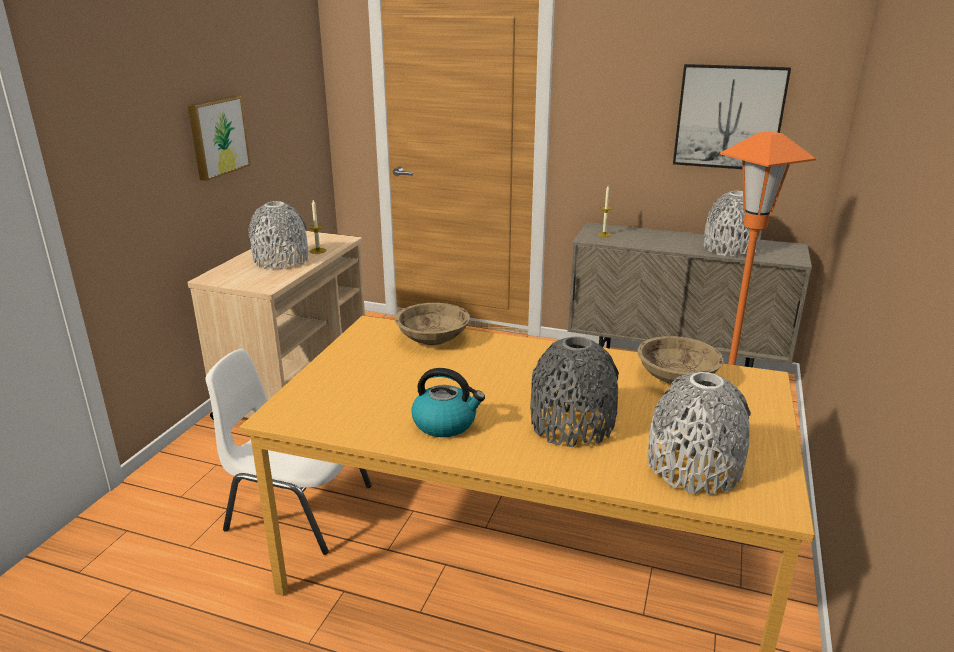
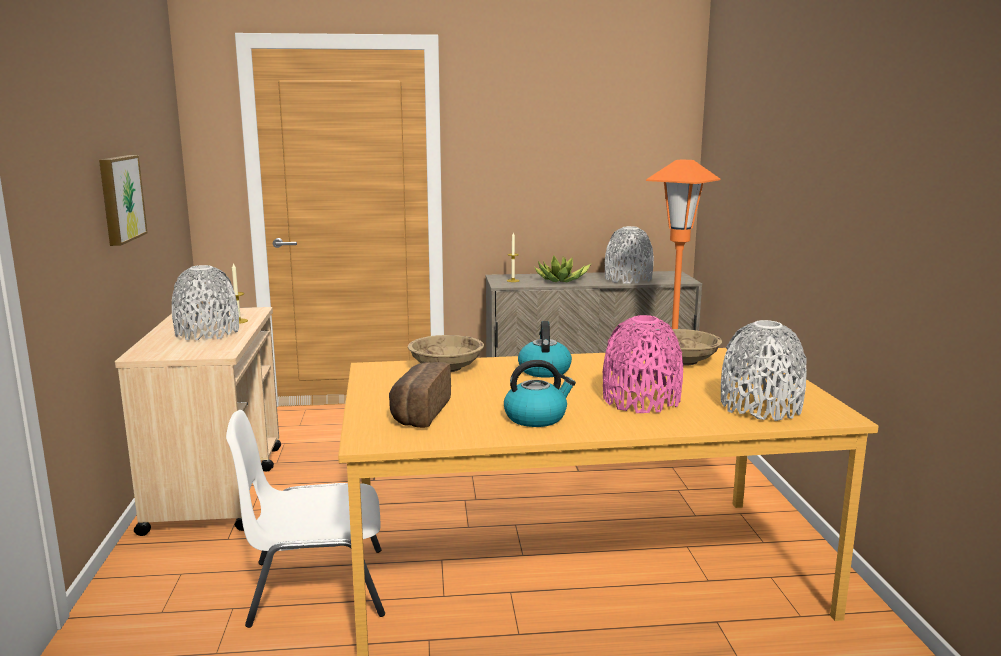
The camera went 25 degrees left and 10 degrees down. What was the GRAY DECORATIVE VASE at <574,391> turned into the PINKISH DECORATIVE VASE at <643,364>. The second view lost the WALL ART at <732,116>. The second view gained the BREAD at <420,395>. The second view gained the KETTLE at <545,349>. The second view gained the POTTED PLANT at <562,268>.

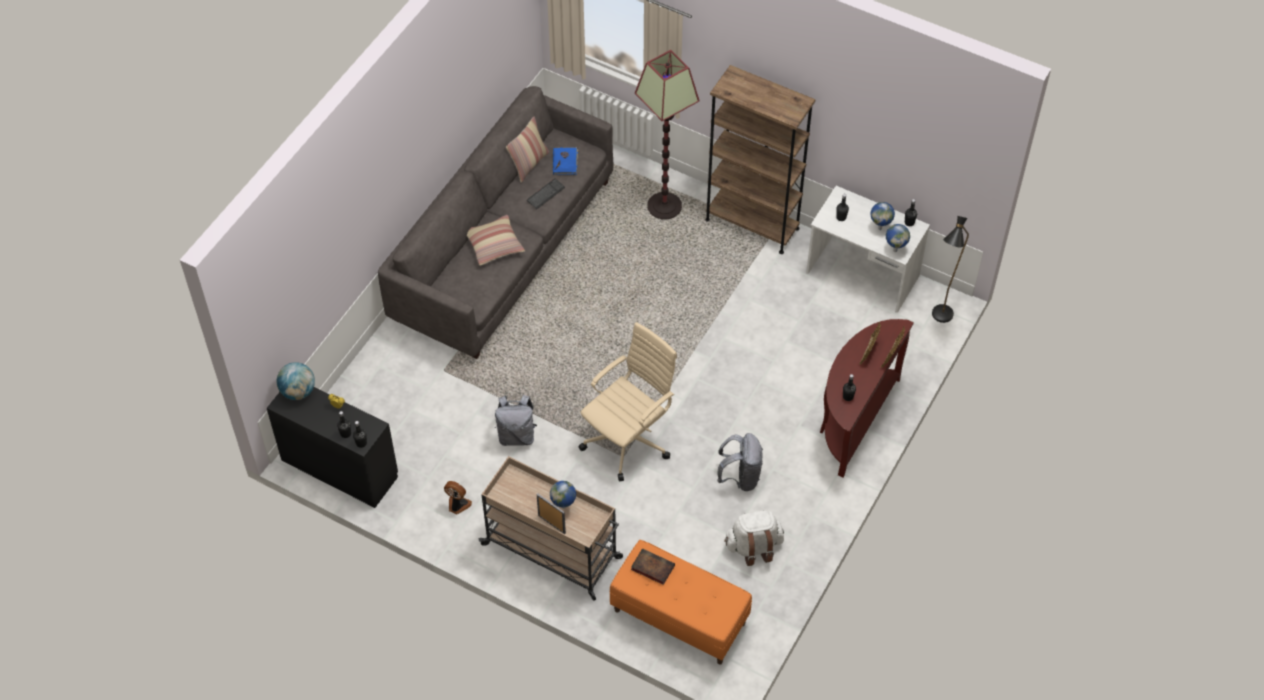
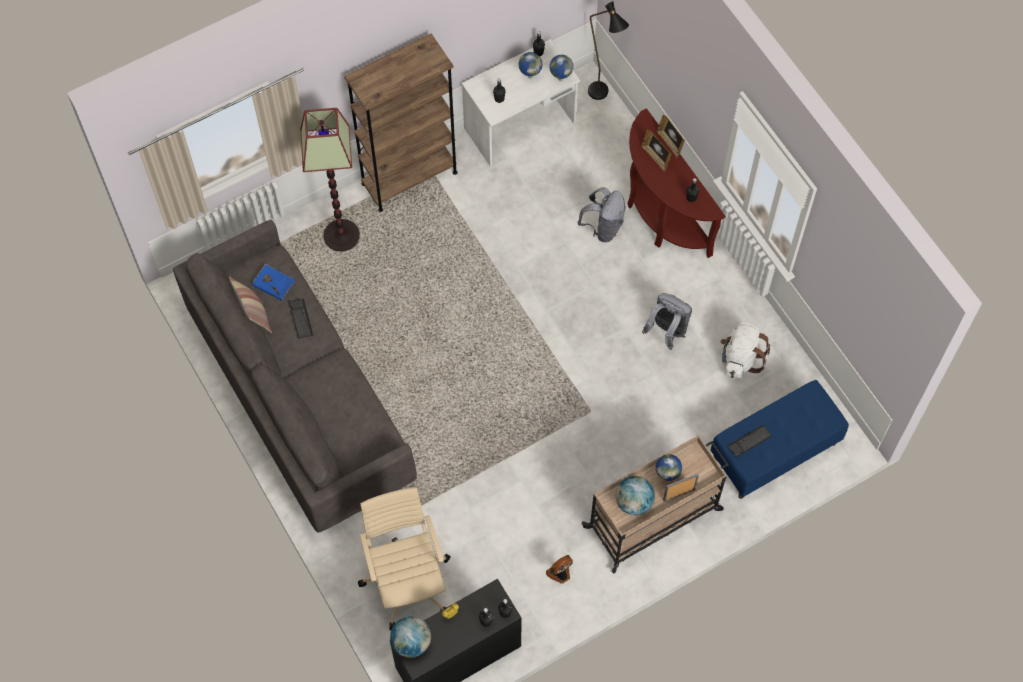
The camera went 60 degrees left and 10 degrees up. The second view lost the THROW PILLOW at <496,240>. The GRAY BACKPACK ended up elsewhere, having gone from <516,420> to <602,214>. The BEIGE-COLOURED DESK CHAIR ended up elsewhere, having gone from <627,402> to <404,559>. What was the ORANGE BENCH at <680,602> turned into the BLUE BENCH at <779,439>. Where the BOOK stood at <653,566>, the PC KEYBOARD came to stand at <749,441>. The second view gained the GLOBE at <635,495>.

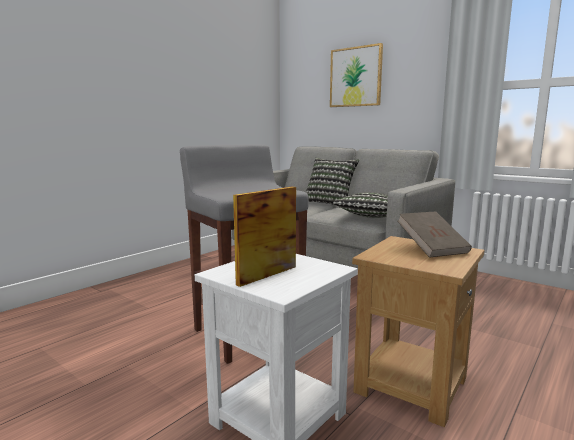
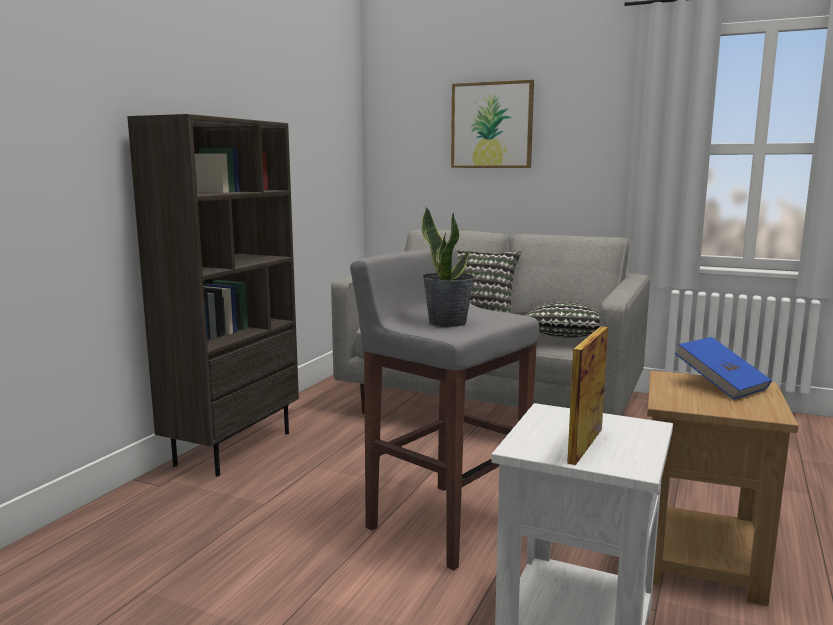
The camera went 15 degrees left and 0 degrees up. What was the BROWN-COLOURED BOOK at <434,234> turned into the BLUE BOOK at <723,368>. The second view gained the BROWN-COLOURED BOOKSHELF at <213,295>. The second view gained the POTTED PLANT at <448,267>.

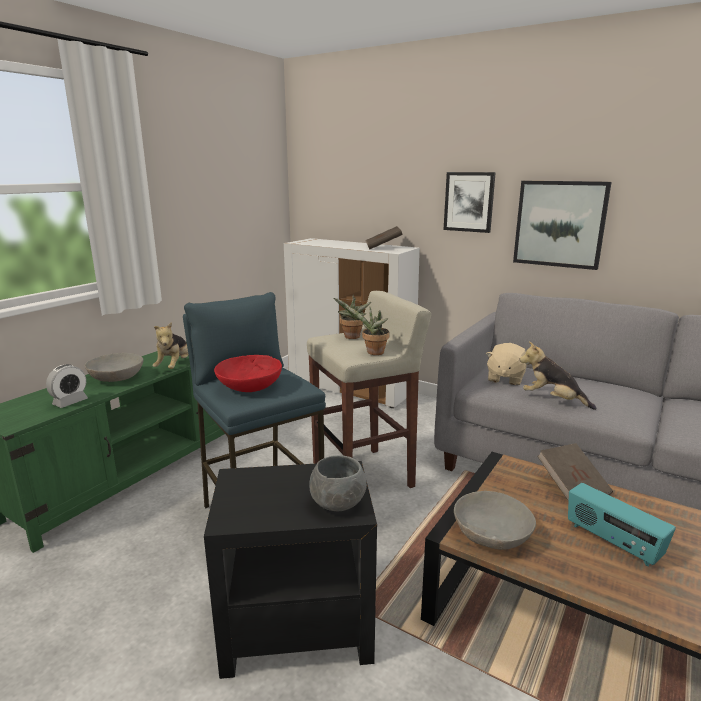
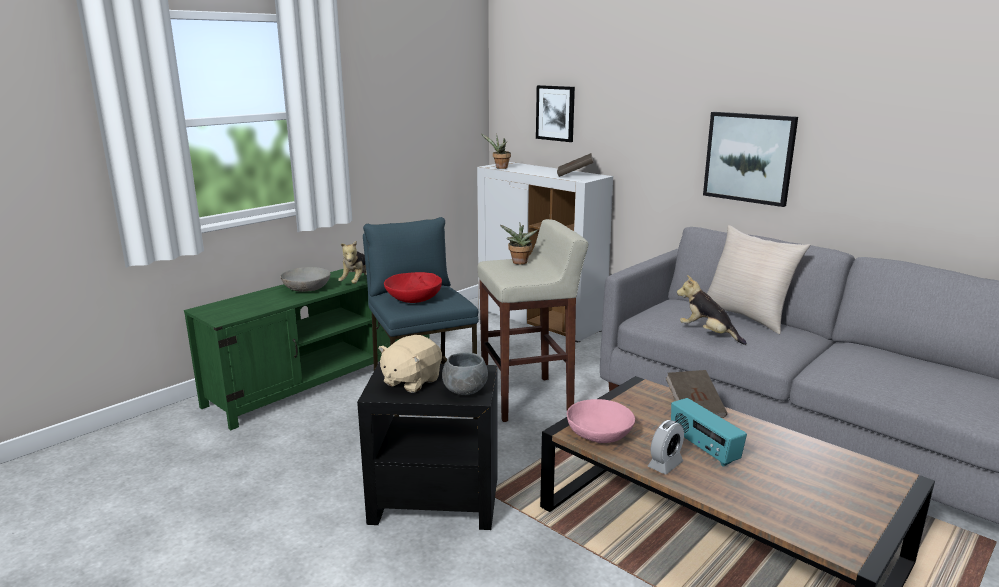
The camera went 10 degrees right and 0 degrees up. The ALARM CLOCK ended up elsewhere, having gone from <67,386> to <666,447>. The POTTED PLANT ended up elsewhere, having gone from <367,330> to <496,151>. The WALL ART ended up elsewhere, having gone from <469,202> to <555,113>. What was the GRAY BOWL at <495,520> turned into the PINKISH BOWL at <601,421>. The BEIGE-COLOURED PLUSH TOY ended up elsewhere, having gone from <506,364> to <410,364>. The second view gained the BEIGE-COLOURED THROW PILLOW at <758,279>.

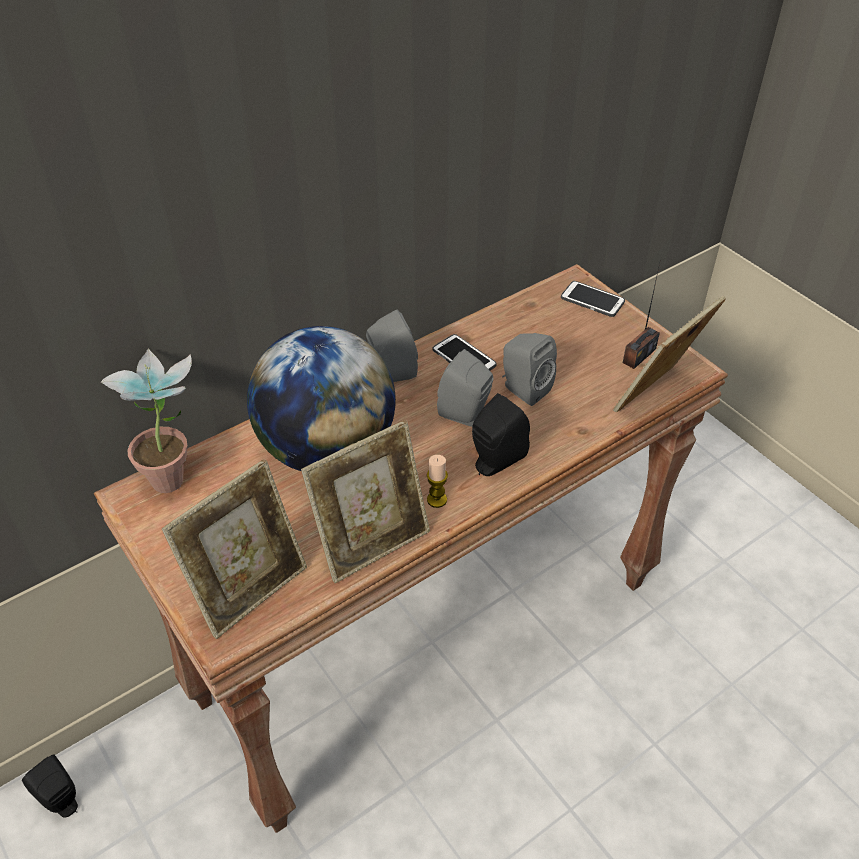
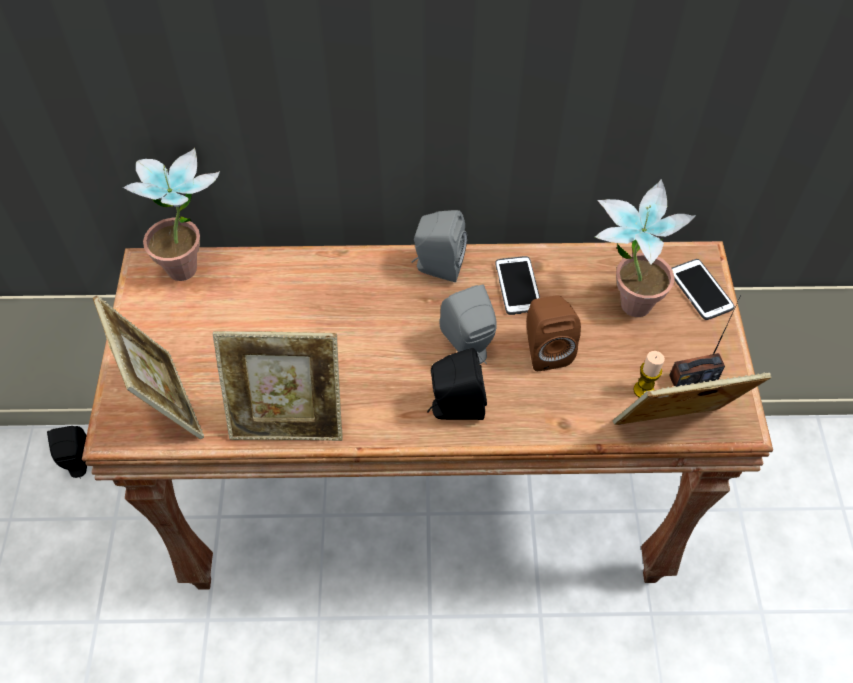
The camera went 35 degrees right and 10 degrees up. The PICTURE FRAME at <234,549> ended up facing another way, 105 degrees counterclockwise from before. The second view lost the GLOBE at <321,398>. The WAX LIGHT ended up elsewhere, having gone from <437,481> to <649,374>. What was the GRAY LOUDSPEAKER at <529,369> turned into the BROWN-COLOURED LOUDSPEAKER at <554,333>. The second view gained the POTTED PLANT at <645,248>.

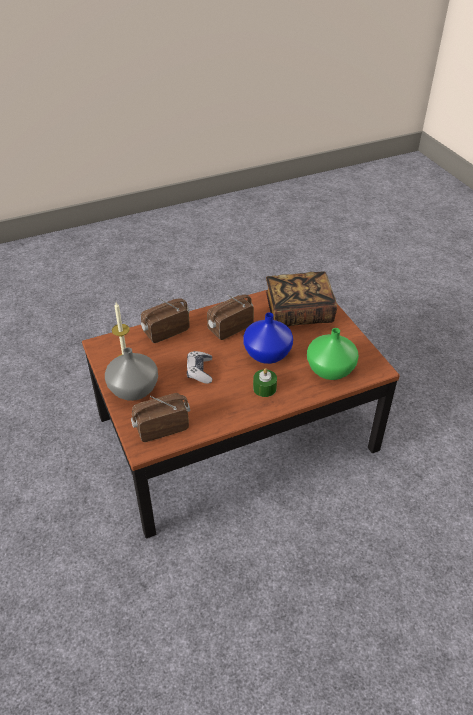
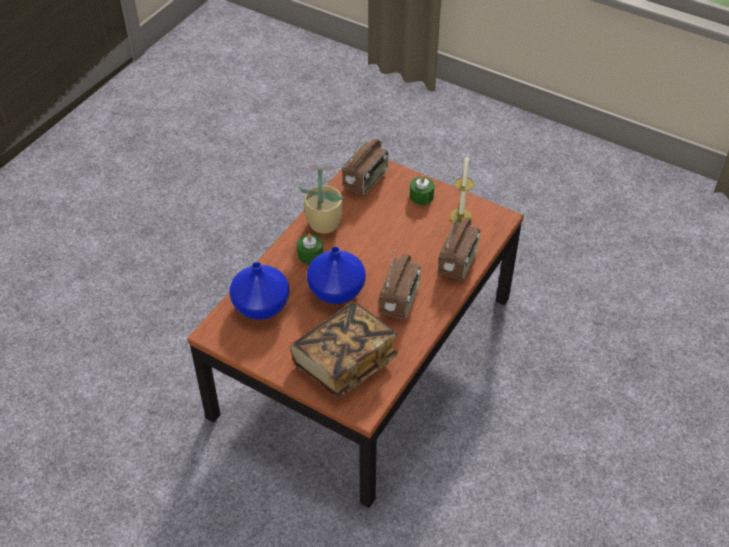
The camera went 145 degrees right and 5 degrees up. Where the GRAY DECORATIVE VASE stood at <131,374>, the GREENISH WAX LIGHT came to stand at <422,190>. The second view lost the GAME CONTROLLER at <199,367>. What was the GREENISH DECORATIVE VASE at <333,354> turned into the BLUE DECORATIVE VASE at <259,291>. The second view gained the POTTED PLANT at <320,199>.

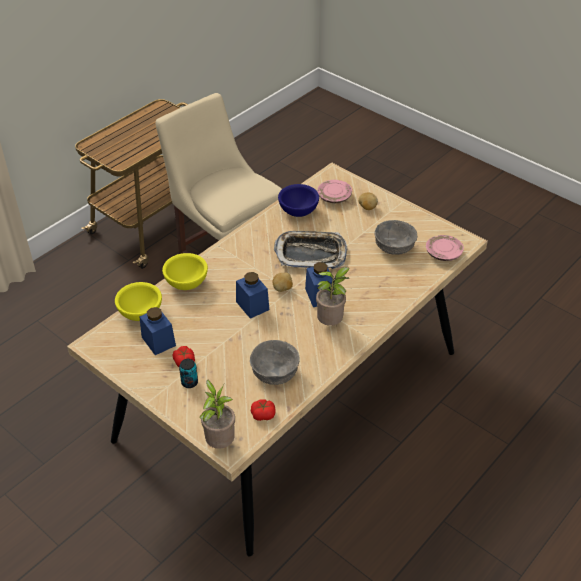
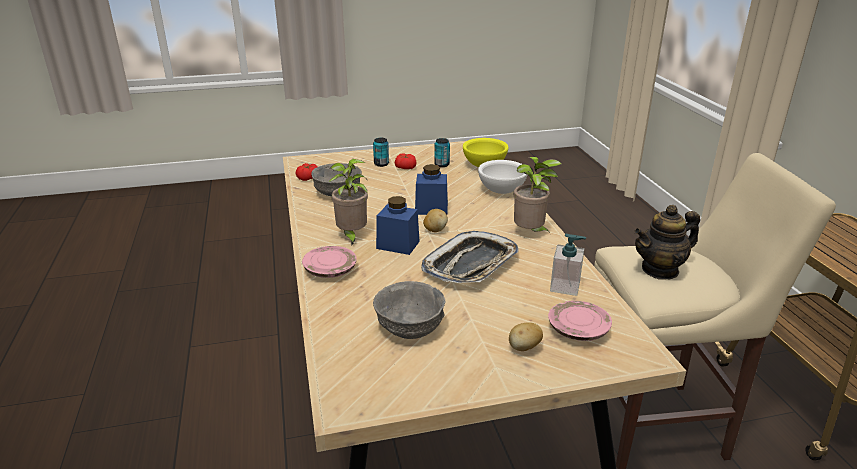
The camera went 125 degrees right and 15 degrees down. Where the BLUE PRESERVE JAR stood at <157,331>, the SEALED CAN came to stand at <442,152>. What was the YELLOWISH BOWL at <185,271> turned into the WHITISH BOWL at <502,177>. The POTTED PLANT ended up elsewhere, having gone from <217,414> to <537,195>. Where the BLUE BOWL stood at <298,200>, the LIQUID SOAP BOTTLE came to stand at <568,265>. The PINKISH PLATE ended up elsewhere, having gone from <445,248> to <329,262>. The second view gained the POT FOR TEA at <667,242>.

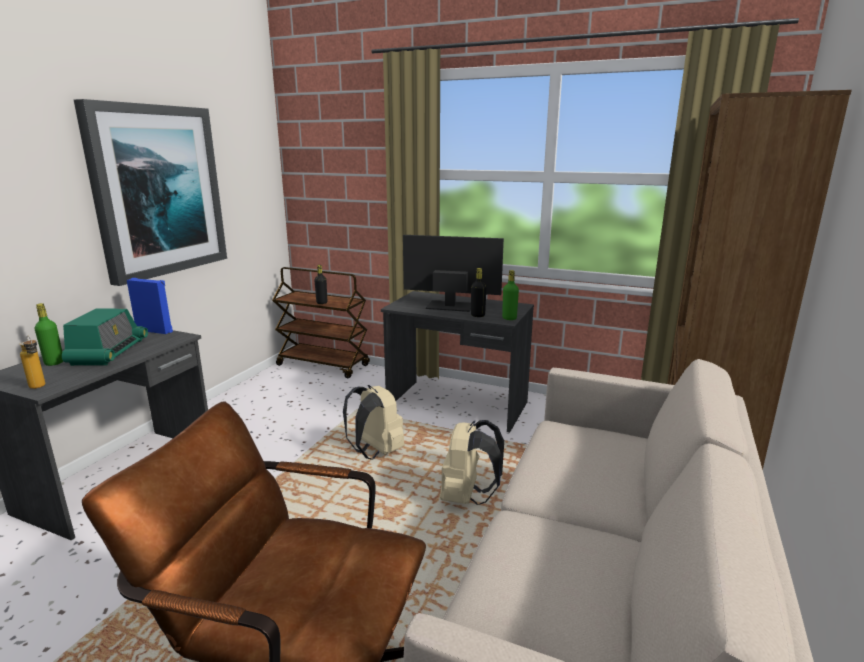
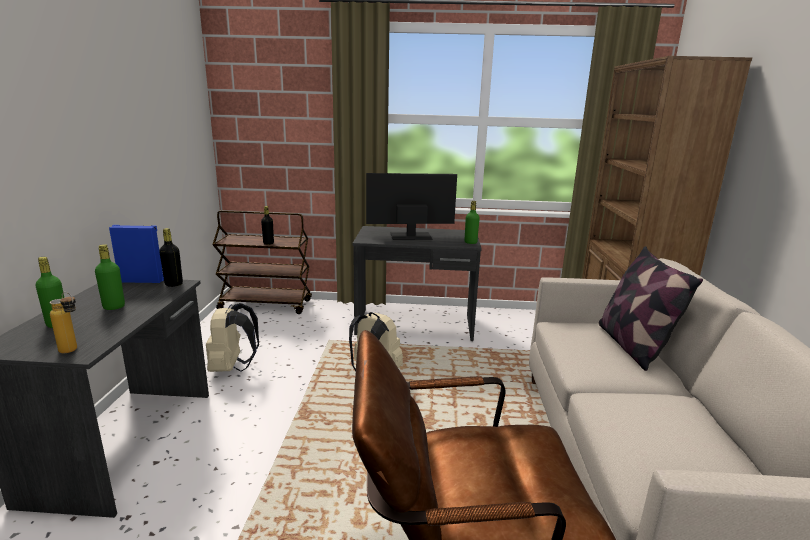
The camera went 20 degrees left and 0 degrees up. Where the RADIO SET stood at <105,337>, the GREENISH BOTTLE came to stand at <110,277>. The second view lost the WALL ART at <150,192>. The BEIGE-COLOURED BACKPACK ended up elsewhere, having gone from <472,462> to <232,337>. The BLACKISH BOTTLE ended up elsewhere, having gone from <479,292> to <171,257>. The second view gained the THROW PILLOW at <651,308>.

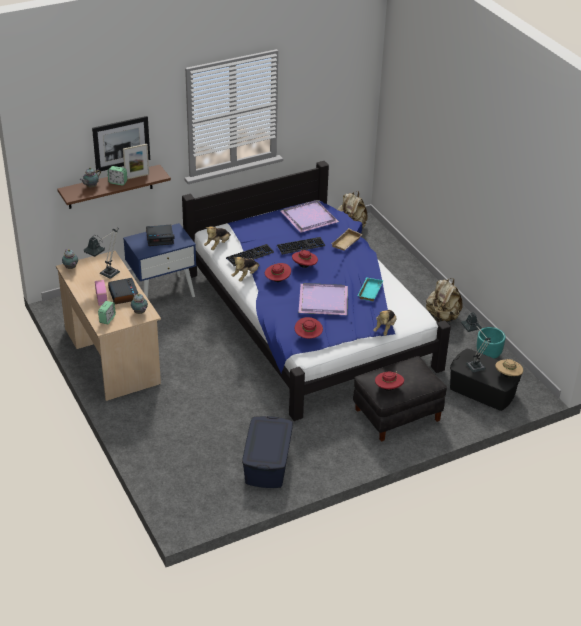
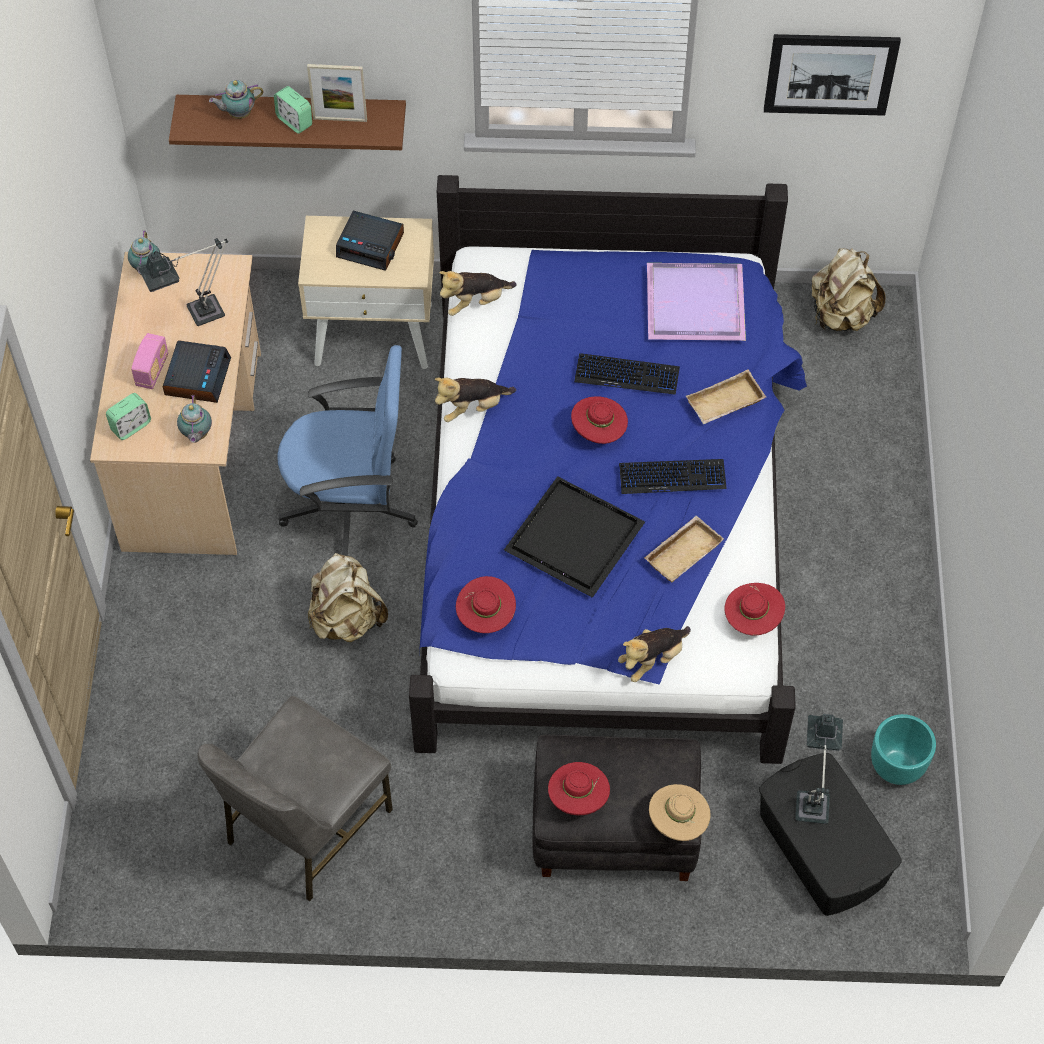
The camera went 30 degrees right and 20 degrees up. The WALL ART ended up elsewhere, having gone from <121,144> to <832,75>. What was the BLUE NIGHTSTAND at <159,260> turned into the BEIGE-COLOURED NIGHTSTAND at <366,292>. The PC KEYBOARD ended up elsewhere, having gone from <250,255> to <673,476>. Where the BLUE STORAGE CONTAINER stood at <267,452>, the GRAY PLAIN CHAIR came to stand at <295,799>. The RED-COLOURED CLOTHING HAT ended up elsewhere, having gone from <278,272> to <755,609>. What was the PURPLISH TRAY at <323,299> turned into the BLACKISH TRAY at <574,537>. What was the TURQUOISE-COLOURED TRAY at <370,289> turned into the BEIGE-COLOURED TRAY at <684,549>. The BEIGE-COLOURED BACKPACK ended up elsewhere, having gone from <444,300> to <348,597>. The BEIGE-COLOURED CLOTHING HAT ended up elsewhere, having gone from <509,368> to <680,812>. The second view gained the BLUE DESK CHAIR at <347,450>.

